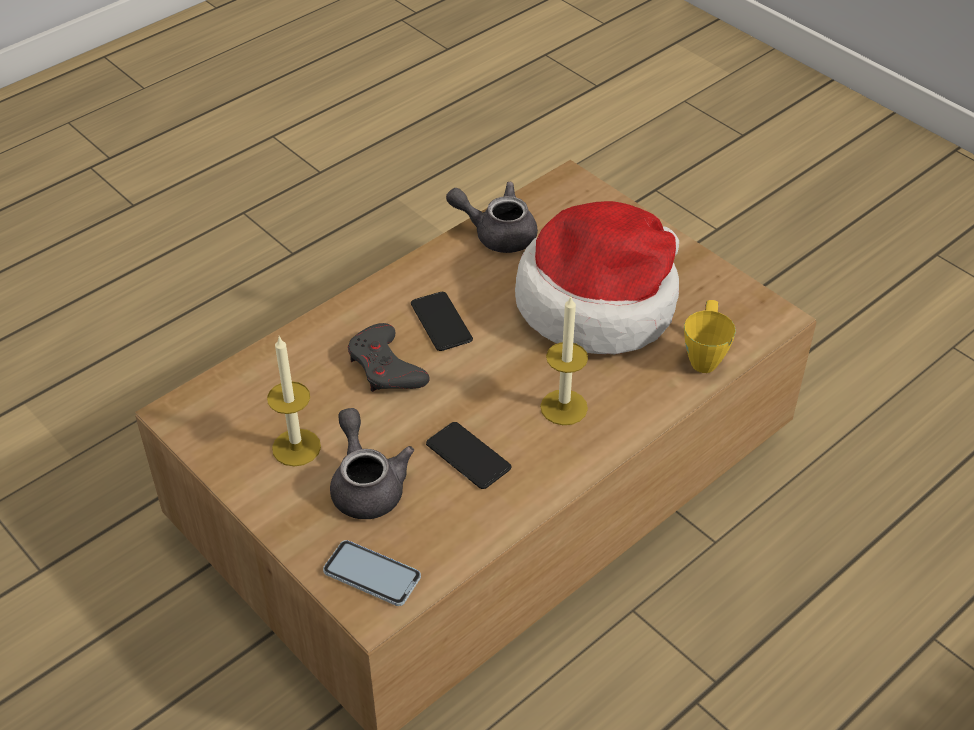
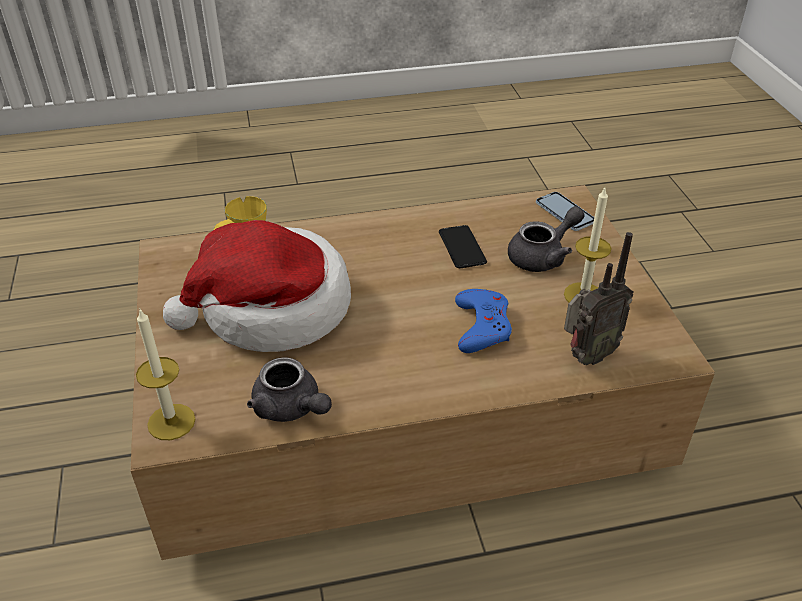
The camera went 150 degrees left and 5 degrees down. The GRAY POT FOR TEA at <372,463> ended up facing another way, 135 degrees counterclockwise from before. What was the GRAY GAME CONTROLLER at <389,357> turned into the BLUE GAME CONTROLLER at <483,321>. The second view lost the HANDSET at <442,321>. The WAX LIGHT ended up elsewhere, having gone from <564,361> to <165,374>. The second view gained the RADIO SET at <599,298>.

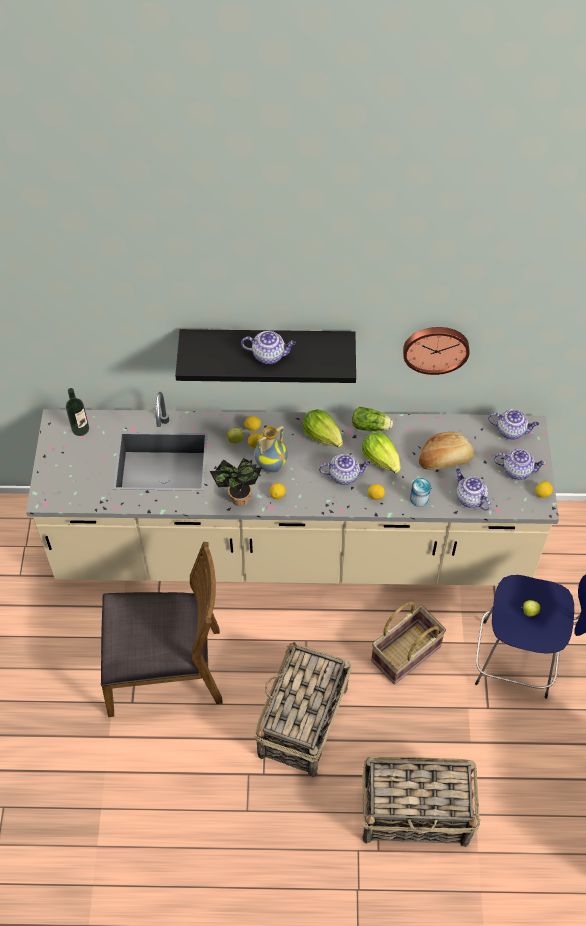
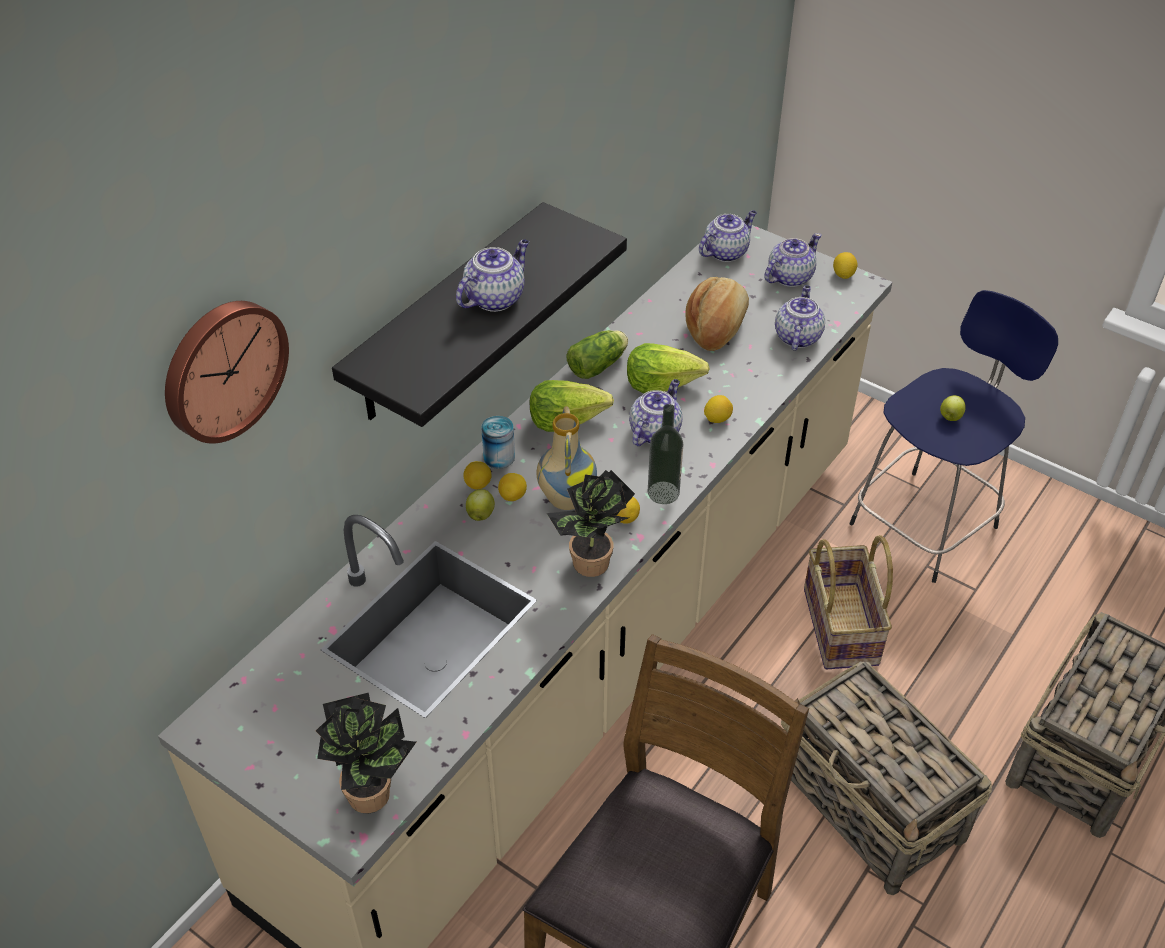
The camera went 55 degrees left and 10 degrees down. The BOTTLE ended up elsewhere, having gone from <77,412> to <665,454>. The CLOCK ON THE WALL ended up elsewhere, having gone from <436,351> to <227,372>. The SEALED CAN ended up elsewhere, having gone from <420,492> to <498,442>. The POT FOR TEA at <473,490> ended up facing another way, 105 degrees clockwise from before. The second view gained the POTTED PLANT at <366,753>.

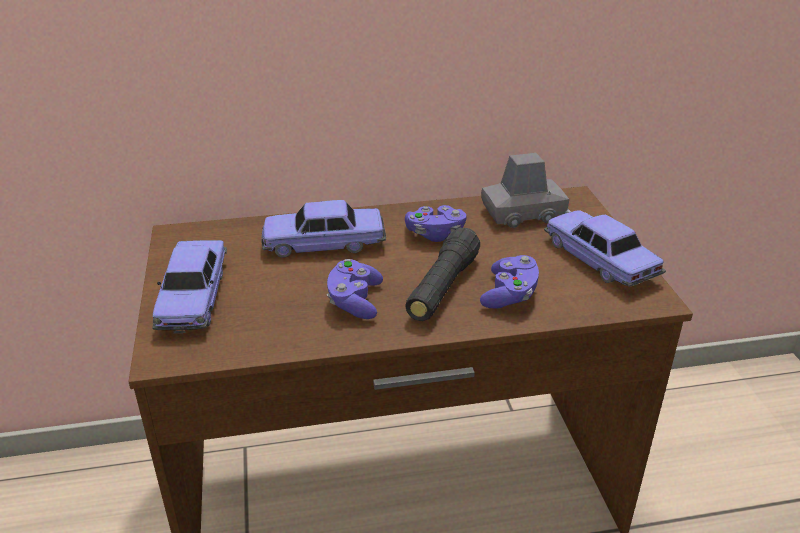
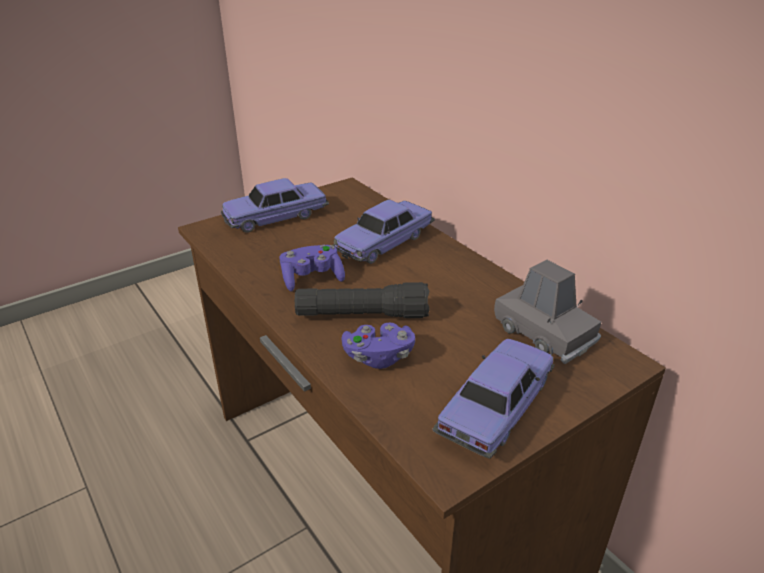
The camera went 65 degrees right and 0 degrees up. The MODEL CAR at <324,229> ended up facing another way, 105 degrees counterclockwise from before. The second view lost the PURPLISH GAME CONTROLLER at <435,223>.

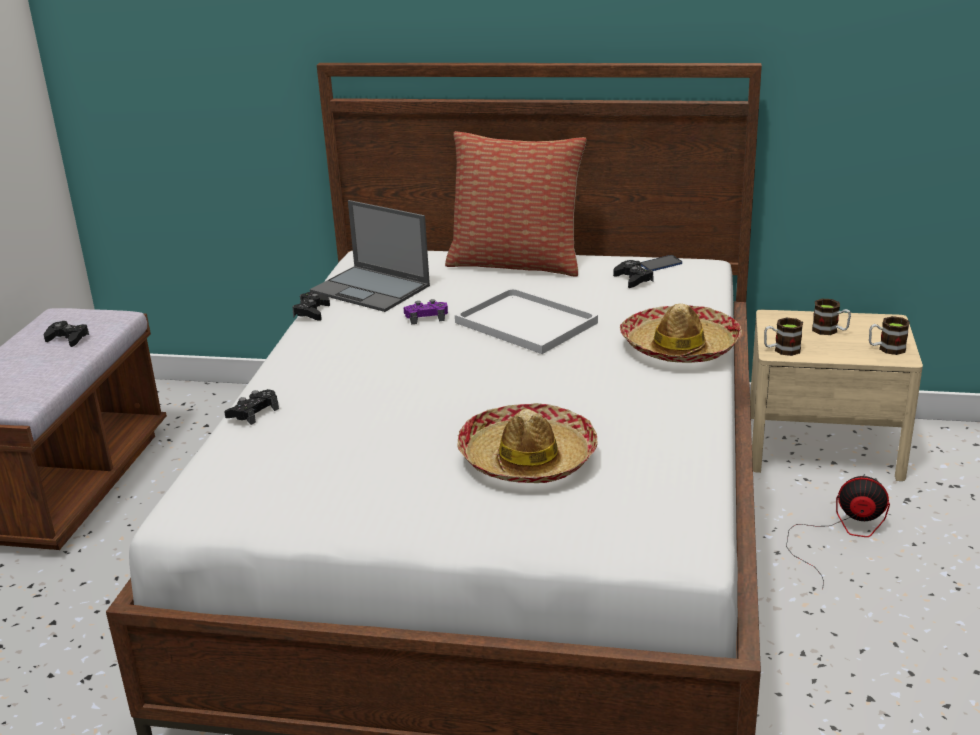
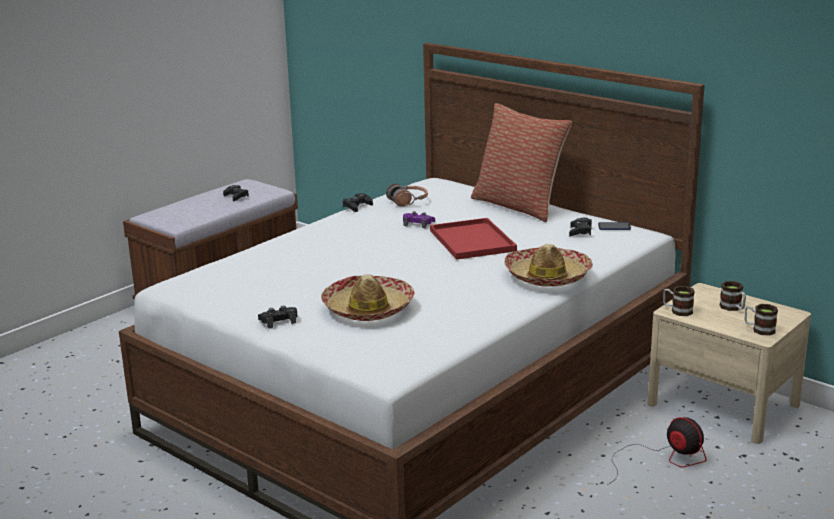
The camera went 30 degrees right and 5 degrees down. The BLACKISH GAME CONTROLLER ended up elsewhere, having gone from <251,407> to <277,317>. Where the LAPTOP stood at <370,256>, the HEADSET came to stand at <407,195>. What was the WHITISH TRAY at <526,320> turned into the RED-COLOURED TRAY at <473,239>.

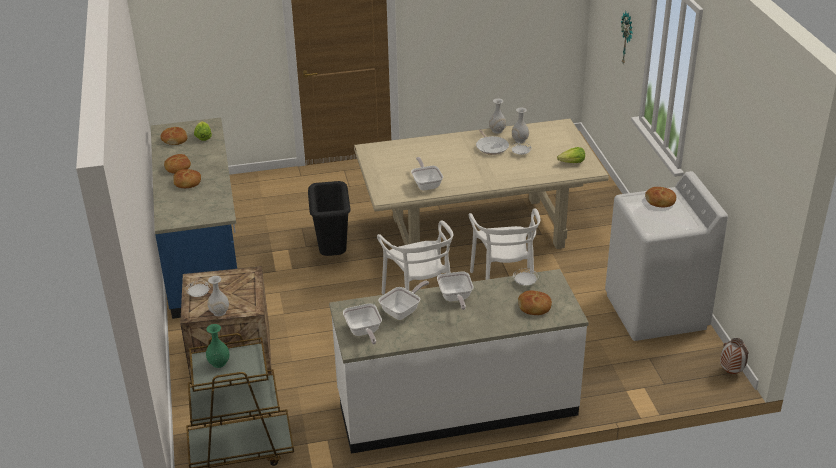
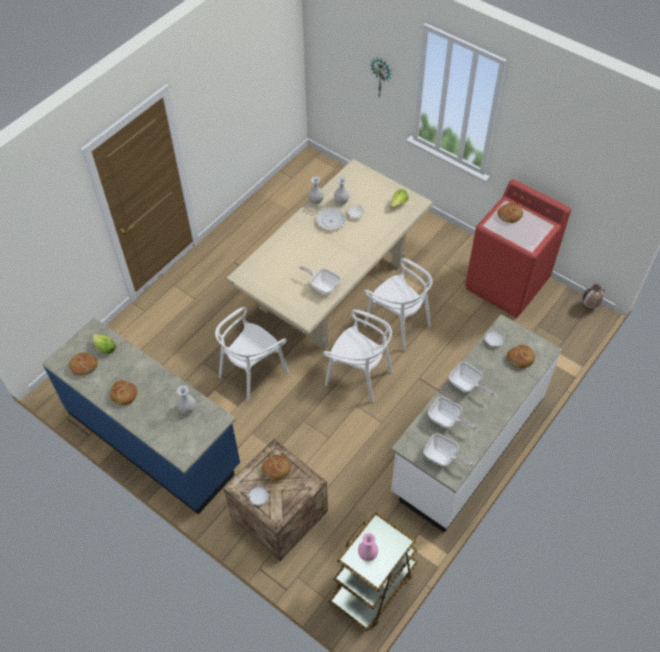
The camera went 40 degrees left and 20 degrees up. The BREAD ended up elsewhere, having gone from <187,178> to <276,468>. What was the GREENISH DECORATIVE VASE at <218,346> turned into the PINKISH DECORATIVE VASE at <368,547>. The WHITISH DECORATIVE VASE ended up elsewhere, having gone from <218,296> to <186,399>. Where the BLACKISH WASTE BIN stood at <329,218>, the WHITISH PLAIN CHAIR came to stand at <252,354>. The PAN at <403,300> ended up facing another way, 120 degrees clockwise from before. What was the WHITISH LAUNDRY APPLIANCE at <666,256> turned into the RED-COLOURED LAUNDRY APPLIANCE at <518,248>.

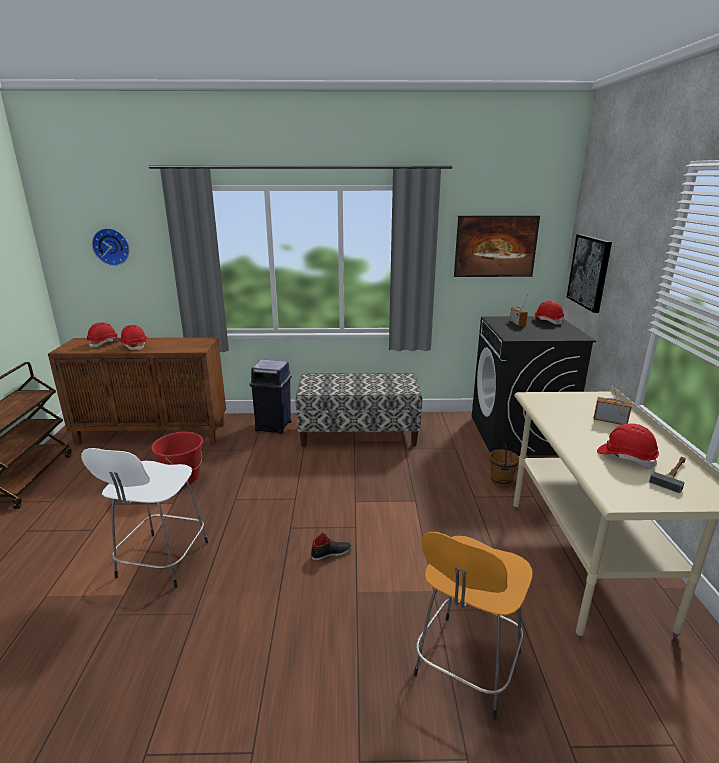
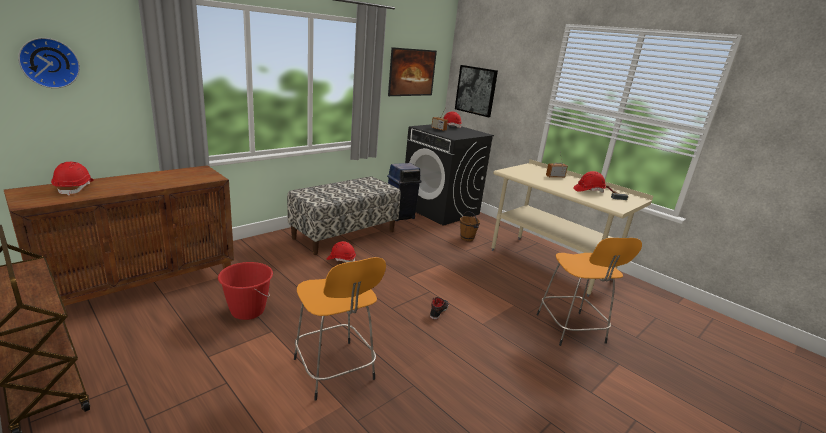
The camera went 45 degrees left and 0 degrees up. What was the WHITISH STOOL SEAT at <144,518> turned into the ORANGE STOOL SEAT at <340,329>. The RED-COLOURED WORK HELMET ended up elsewhere, having gone from <133,338> to <341,251>. The BLUE WASTE BIN ended up elsewhere, having gone from <270,396> to <404,192>.

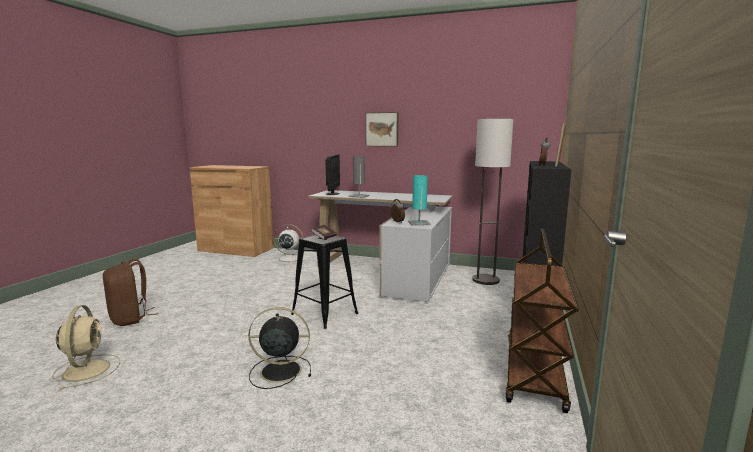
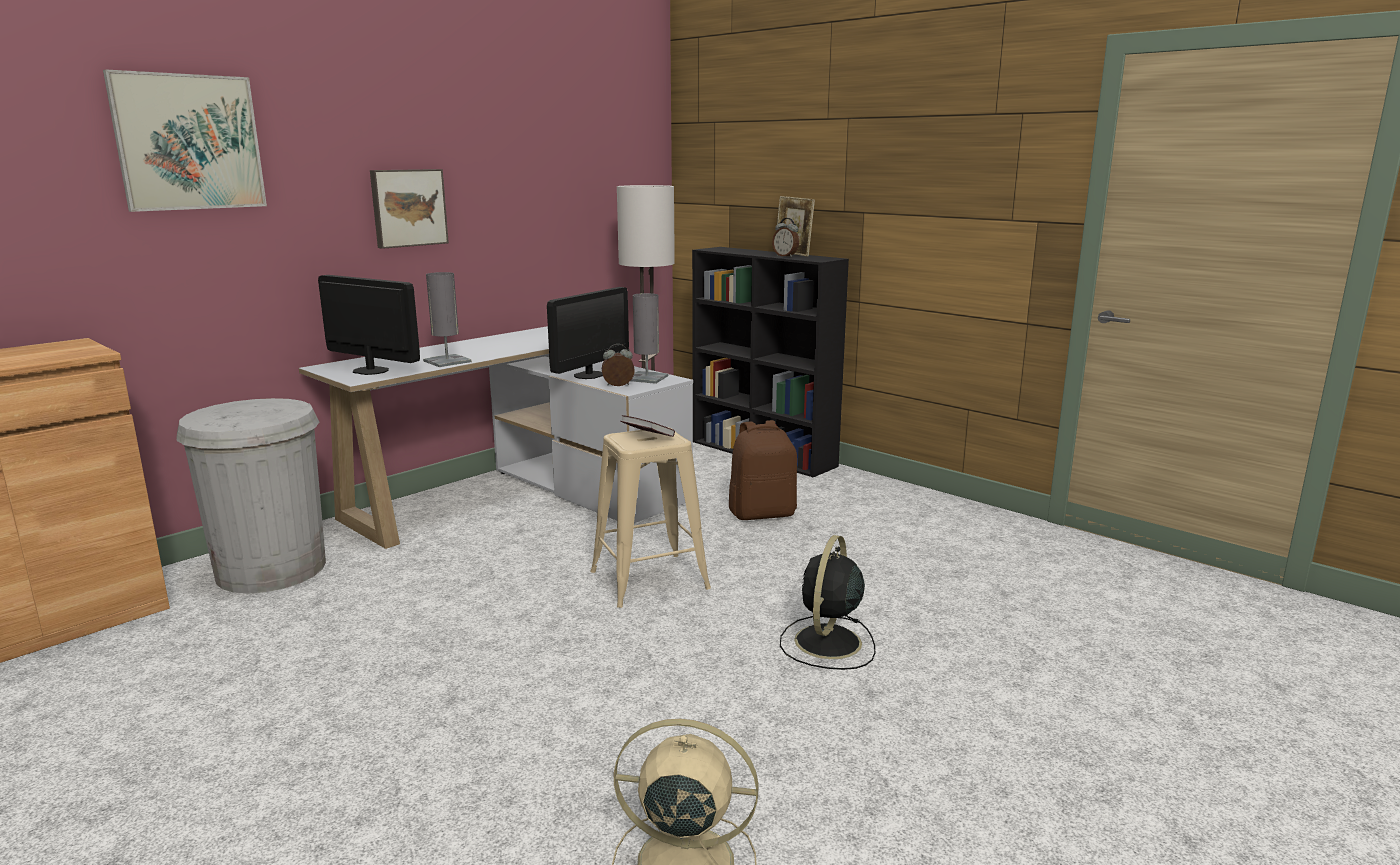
The camera went 65 degrees left and 5 degrees up. The BROWN-COLOURED BACKPACK ended up elsewhere, having gone from <130,292> to <763,470>. Where the WHITISH COOLING FAN stood at <289,243>, the WHITISH WASTE BIN came to stand at <251,495>. What was the BLACKISH STOOL SEAT at <324,282> turned into the BEIGE-COLOURED STOOL SEAT at <650,518>. What was the TURQUOISE-COLOURED LAMP FOR A TABLE at <419,200> turned into the GRAY LAMP FOR A TABLE at <650,338>. The second view lost the BROWN-COLOURED TROLLEY at <542,321>. The second view gained the WALL ART at <185,140>. The second view gained the COMPUTER SCREEN at <588,333>.

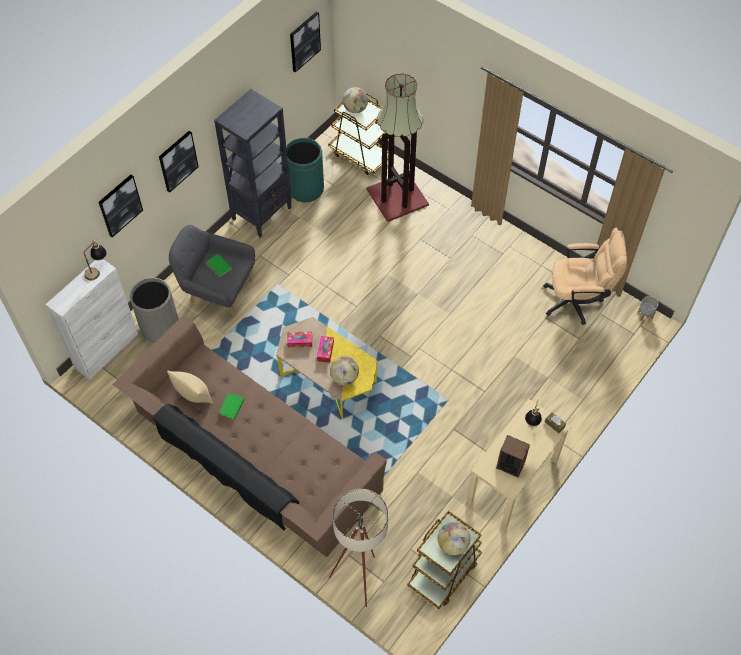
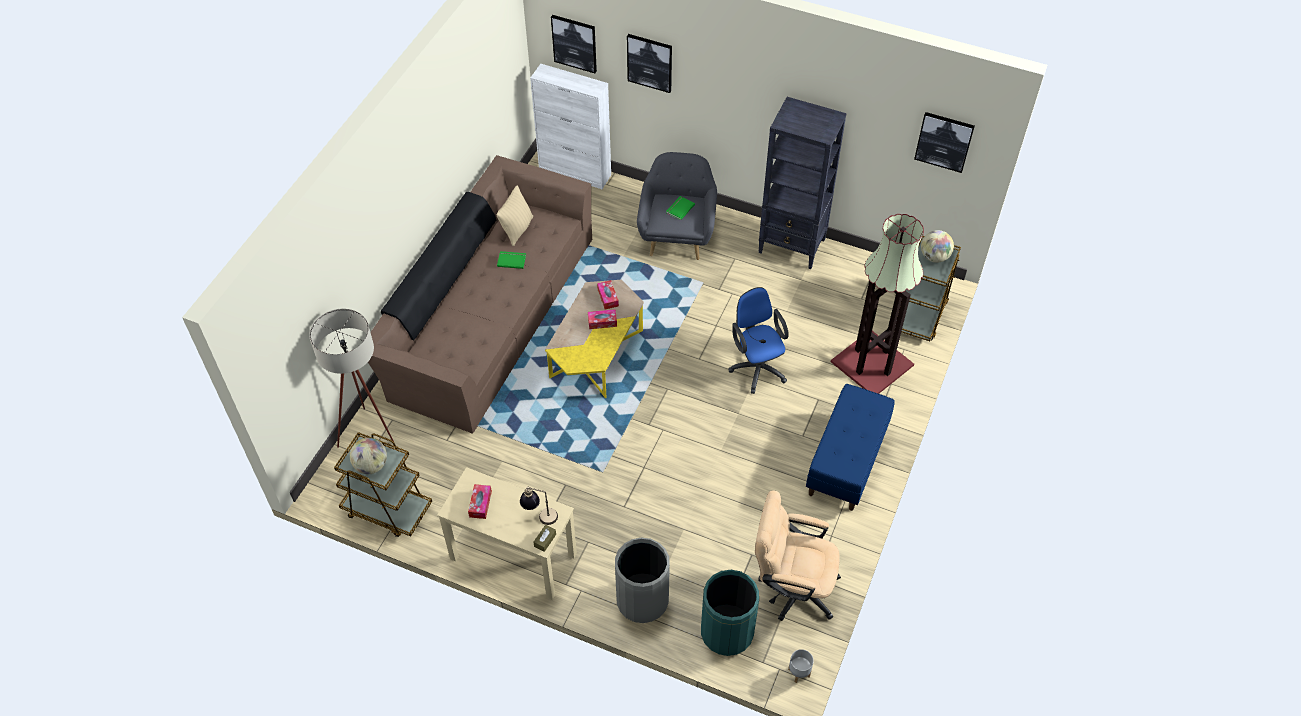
The camera went 75 degrees right and 5 degrees down. The second view lost the LAMP FOR A TABLE at <95,259>. The GRAY WASTE BIN ended up elsewhere, having gone from <154,310> to <642,580>. The WALL ART ended up elsewhere, having gone from <179,162> to <574,44>. The GREENISH WASTE BIN ended up elsewhere, having gone from <305,170> to <730,613>. The second view lost the GLOBE at <344,370>. Where the LOUDSPEAKER stood at <513,456>, the BOX OF TISSUES came to stand at <480,501>. The BEIGE-COLOURED DESK CHAIR at <585,276> ended up facing another way, 120 degrees clockwise from before. The second view gained the BLUE DESK CHAIR at <758,340>. The second view gained the BLUE BENCH at <850,447>.

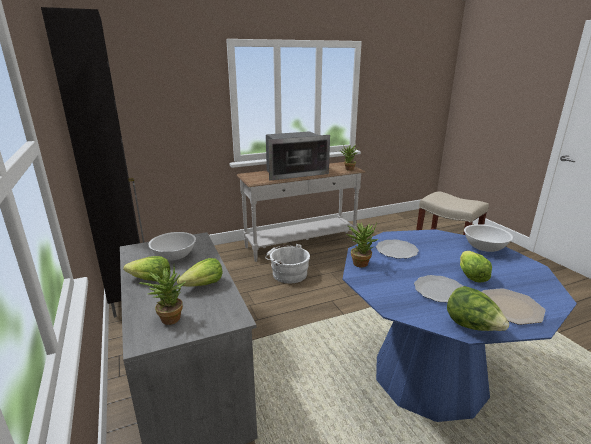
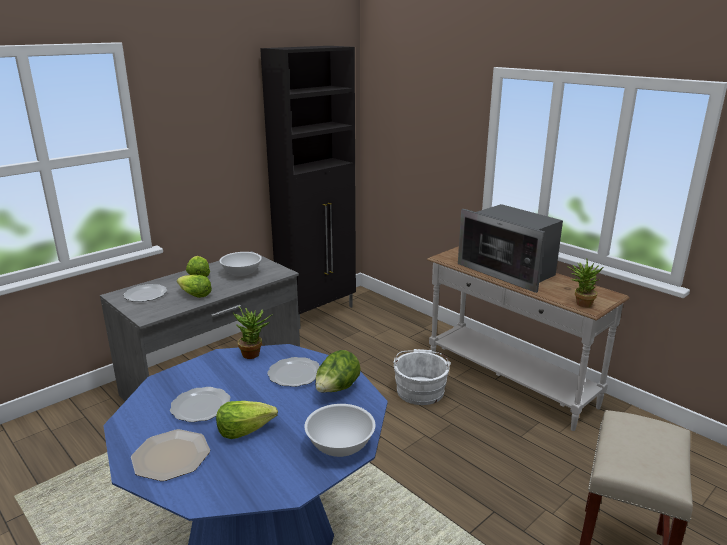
The camera went 70 degrees right and 0 degrees up. Where the POTTED PLANT stood at <162,295>, the PLATE came to stand at <145,293>. The LETTUCE ended up elsewhere, having gone from <478,308> to <338,371>.

